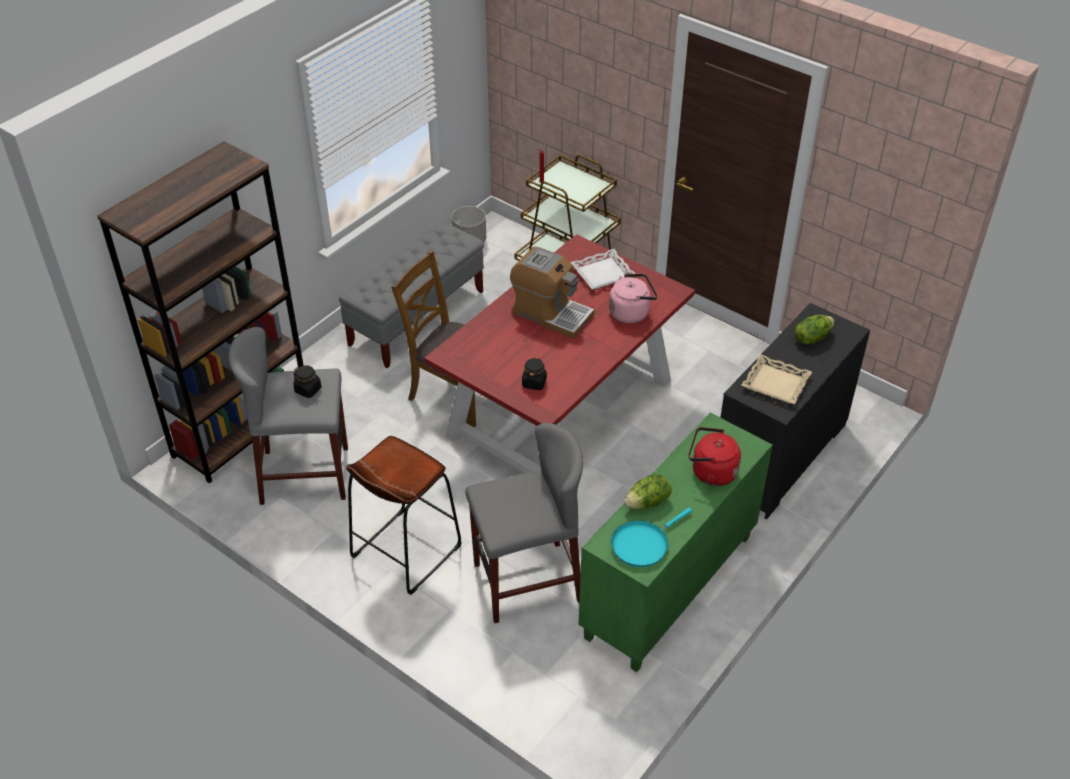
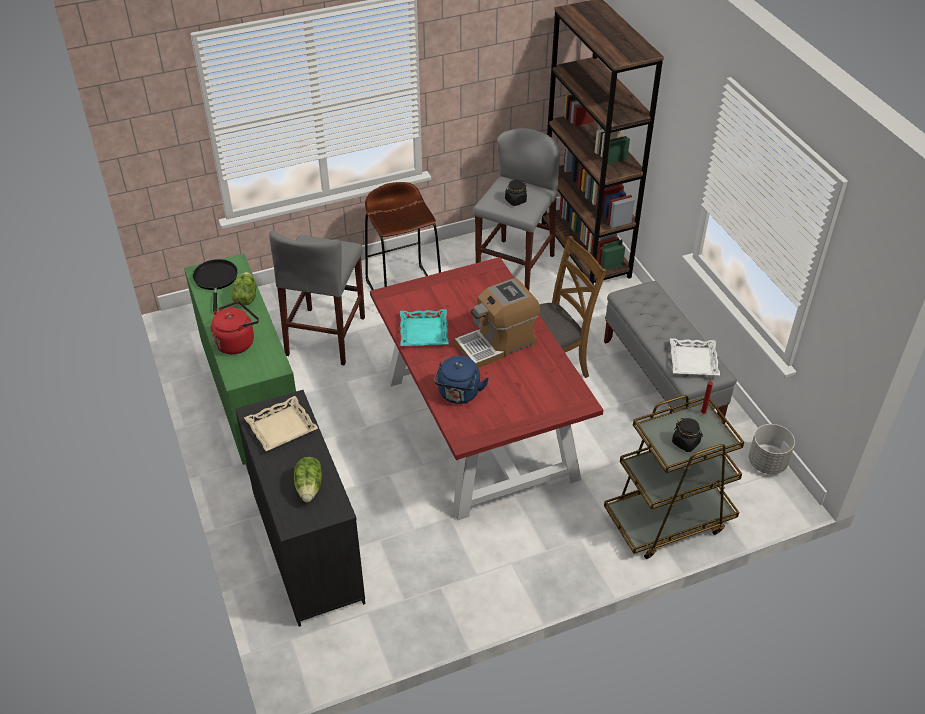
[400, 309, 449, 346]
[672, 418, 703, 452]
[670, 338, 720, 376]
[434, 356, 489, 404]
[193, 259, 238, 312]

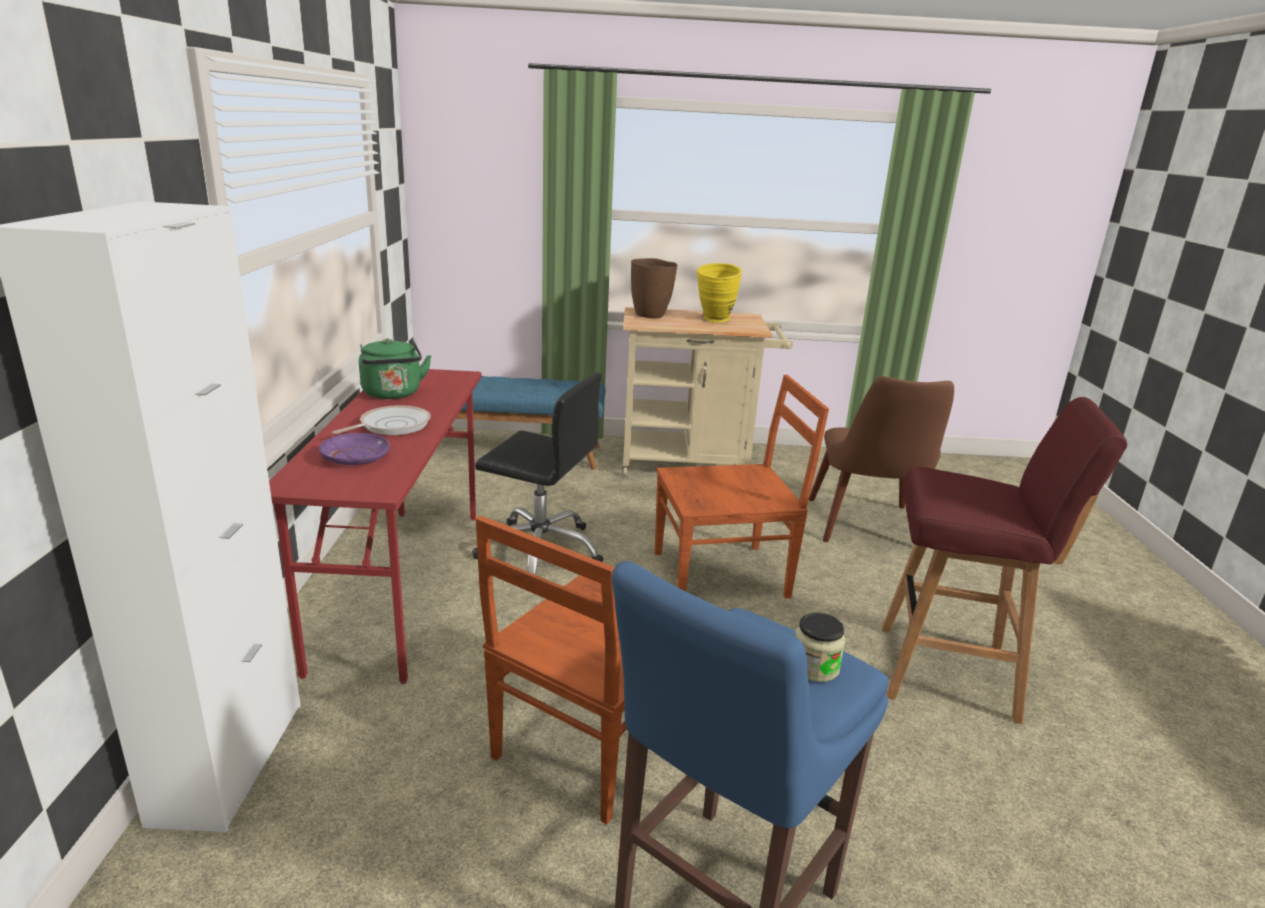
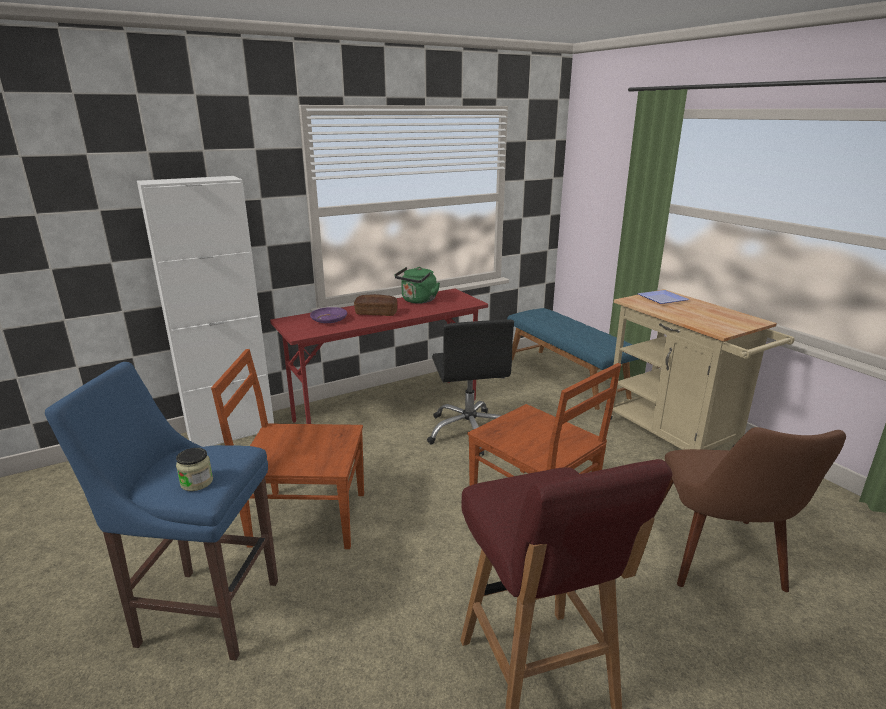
[697, 263, 742, 323] (first image)
[354, 294, 397, 316]
[637, 290, 689, 304]
[654, 427, 846, 592]

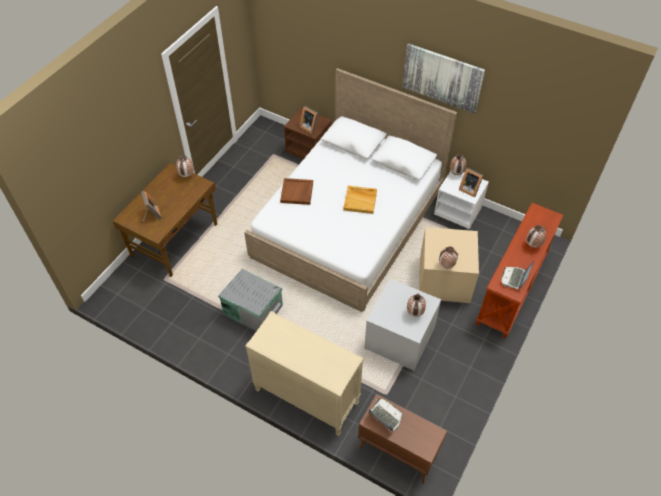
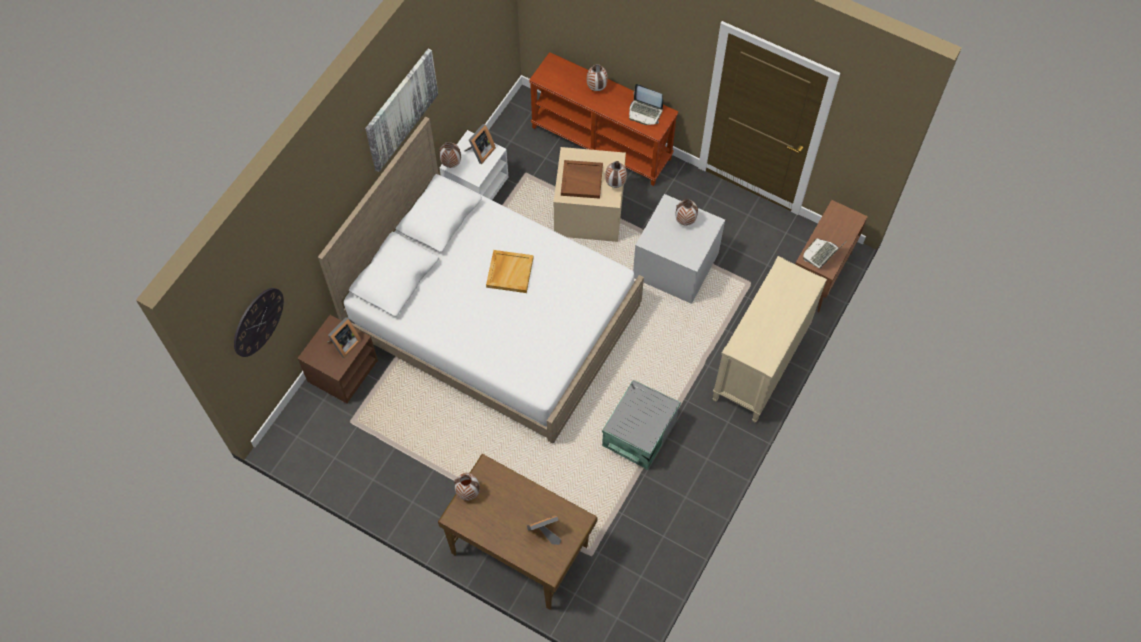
[234, 288, 284, 357]
[561, 160, 603, 199]

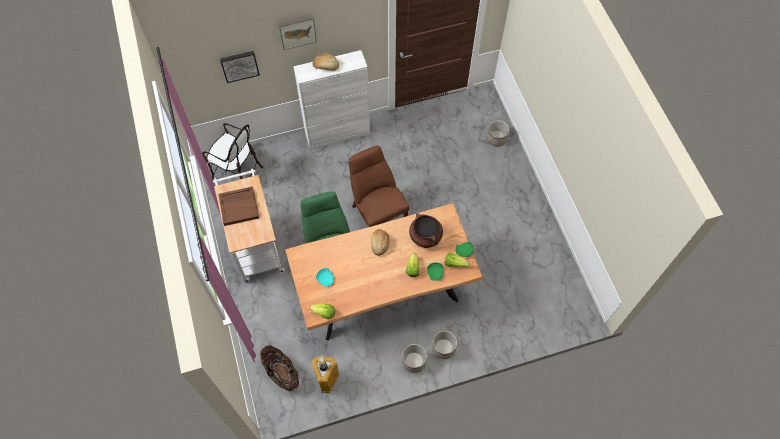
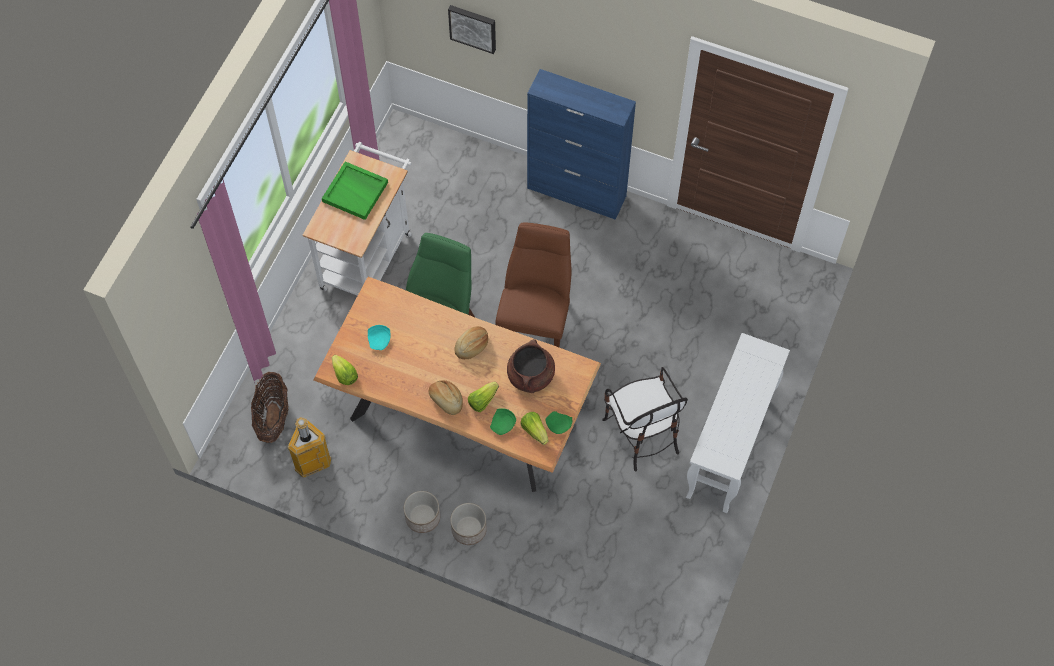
[279, 16, 317, 50] (first image)
[487, 120, 509, 146] (first image)
[686, 333, 790, 513]
[602, 367, 688, 471]
[429, 380, 463, 415]
[322, 162, 388, 220]
[527, 69, 636, 220]

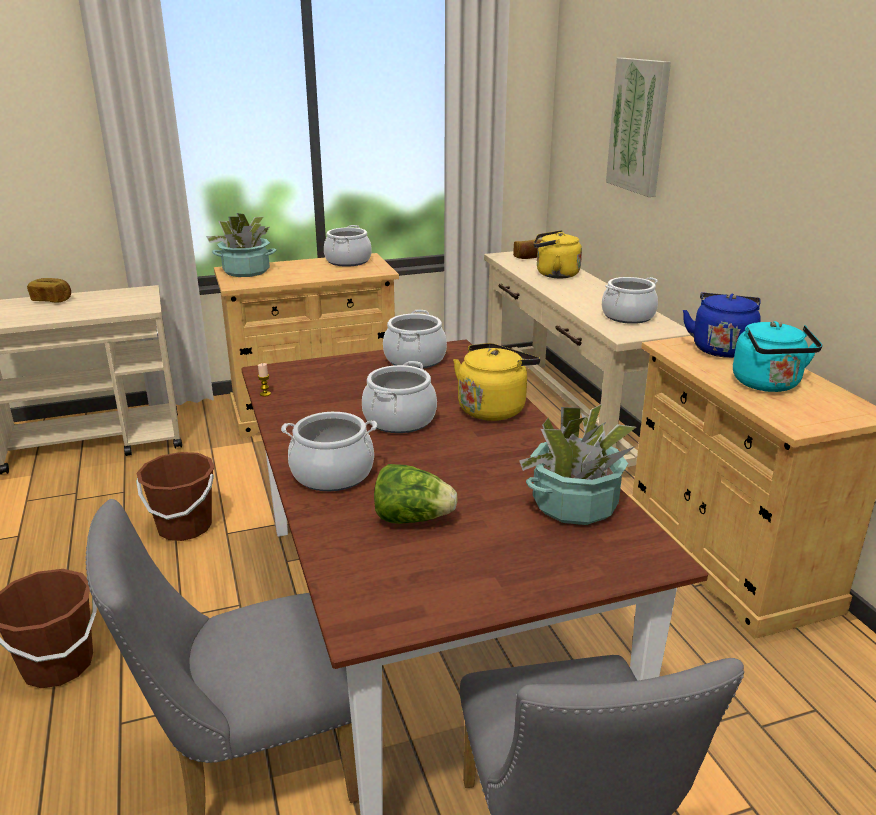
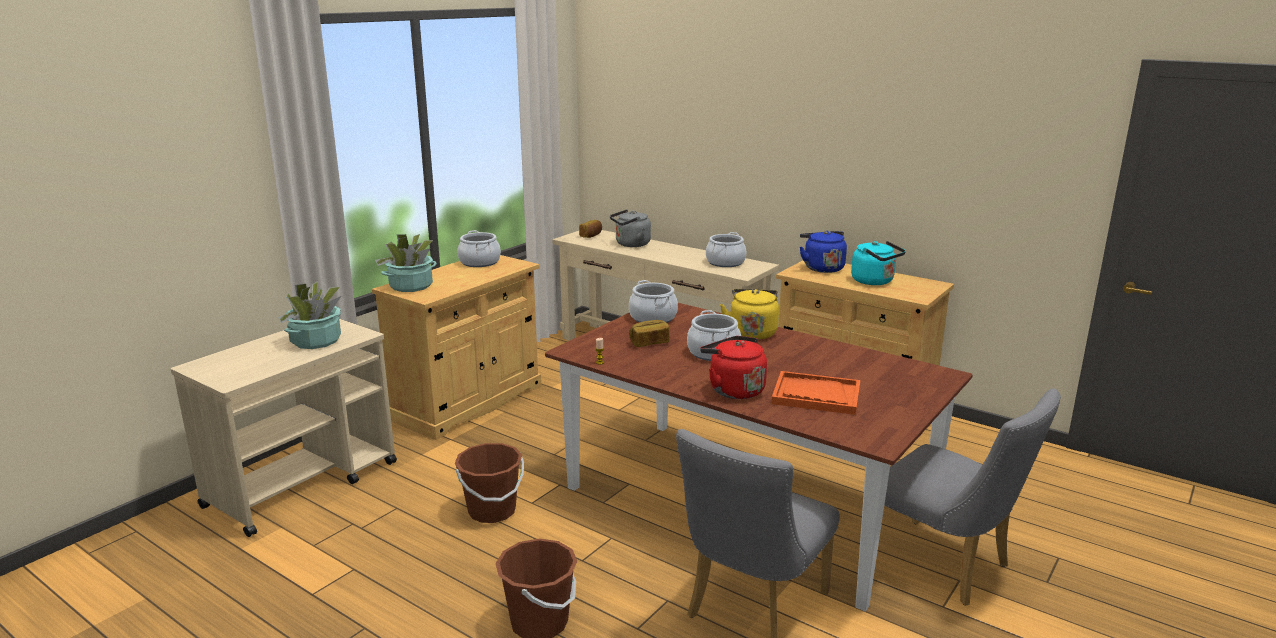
[606, 58, 671, 197] (first image)
[629, 320, 669, 347]
[278, 281, 341, 349]
[700, 336, 767, 399]
[771, 371, 860, 415]
[610, 210, 651, 247]

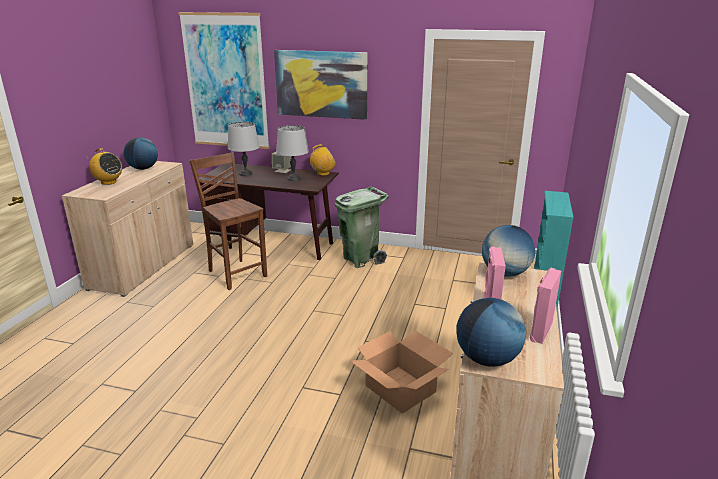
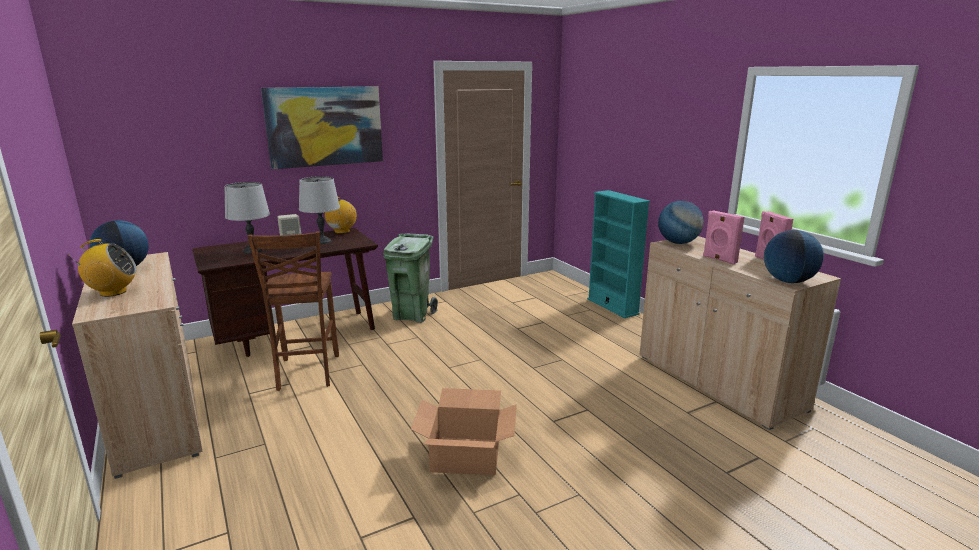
[178, 12, 270, 149] (first image)
[411, 388, 517, 476]
[247, 231, 339, 391]

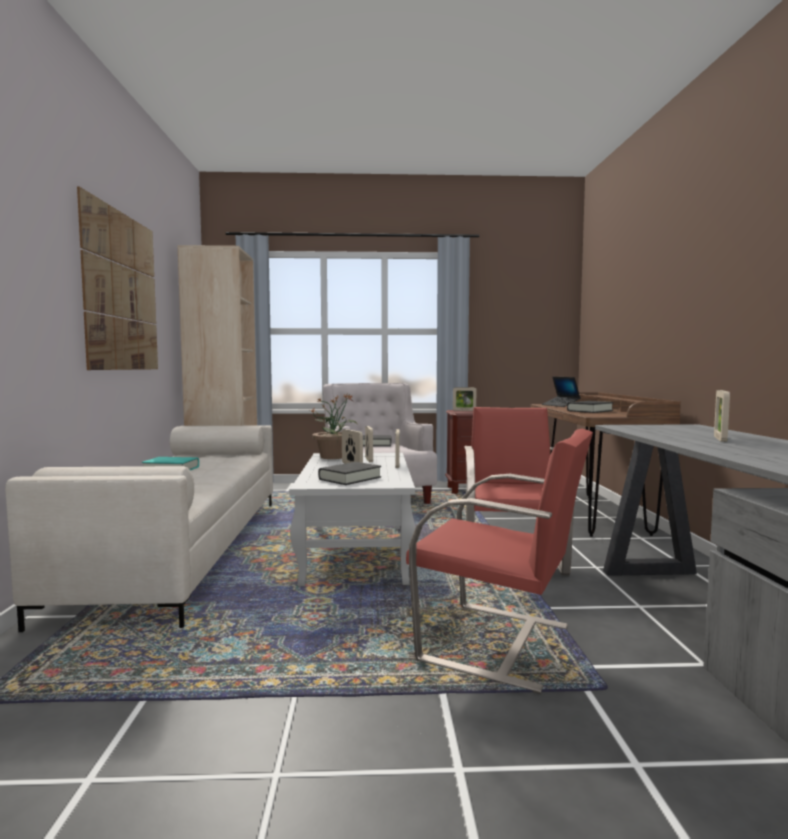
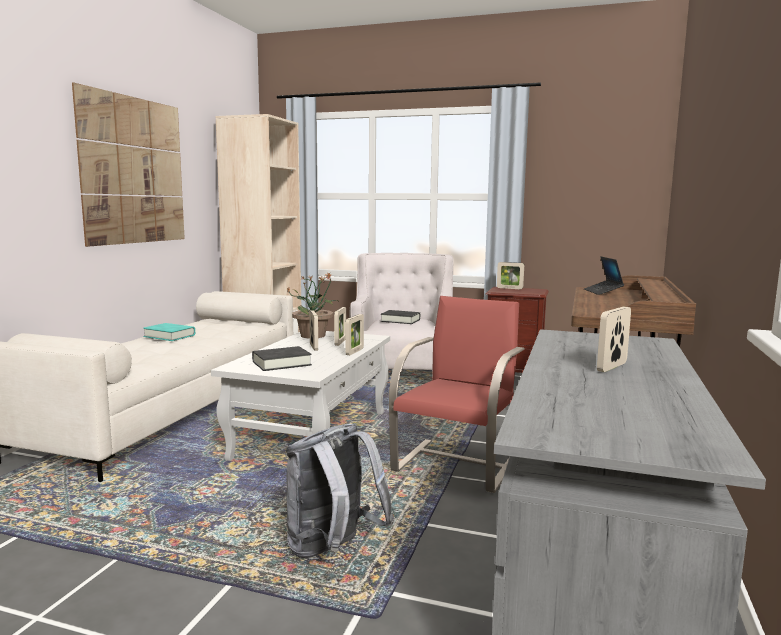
[567, 401, 614, 413] (first image)
[286, 424, 395, 558]

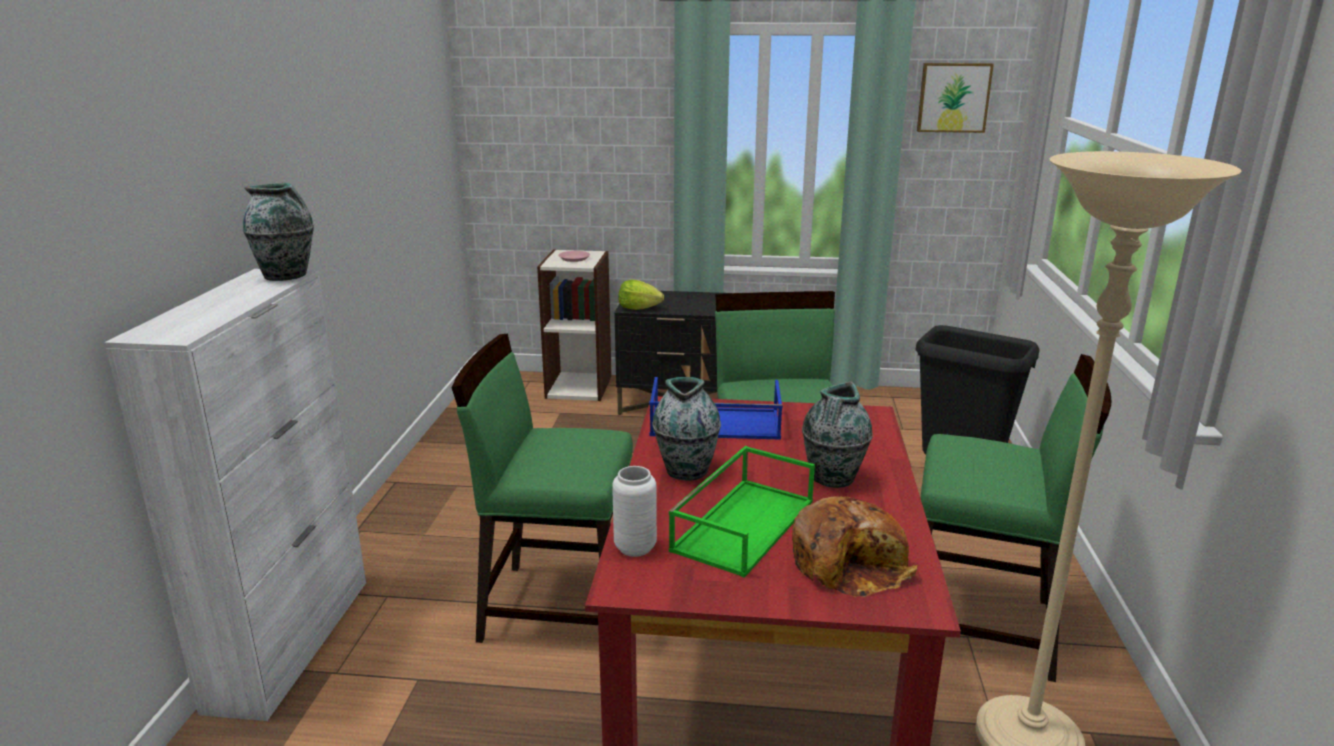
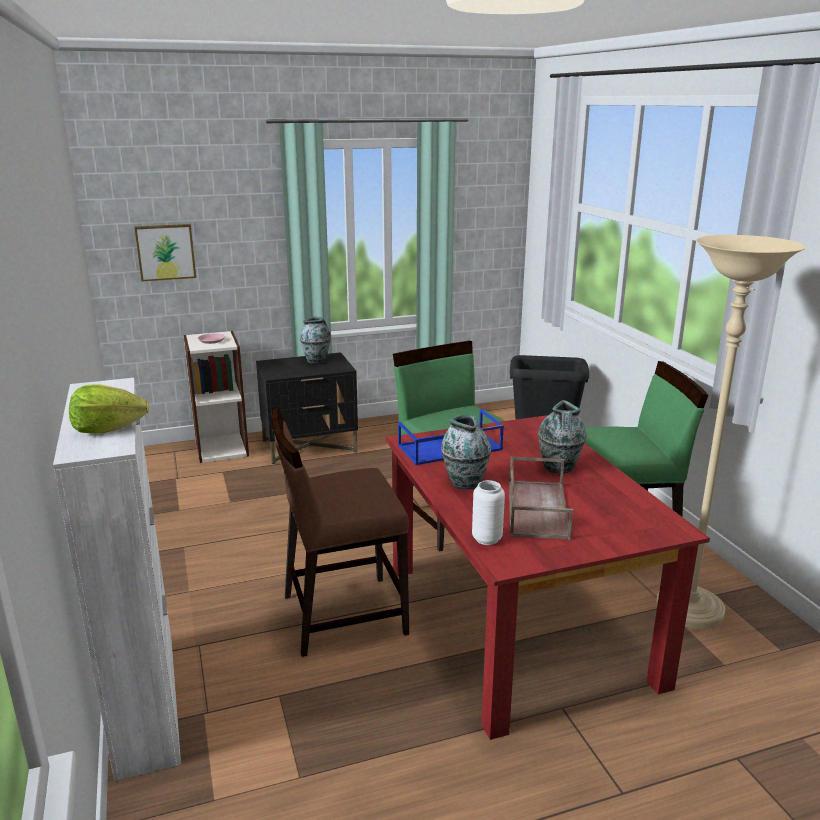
[792, 496, 919, 598] (first image)
[300, 317, 331, 364]
[69, 384, 149, 433]
[134, 224, 196, 281]
[272, 407, 409, 657]
[509, 456, 573, 540]

